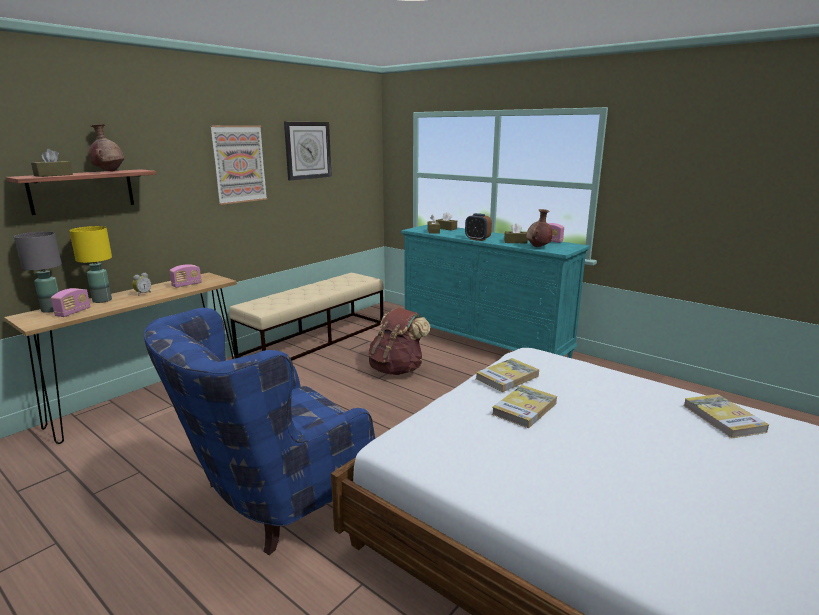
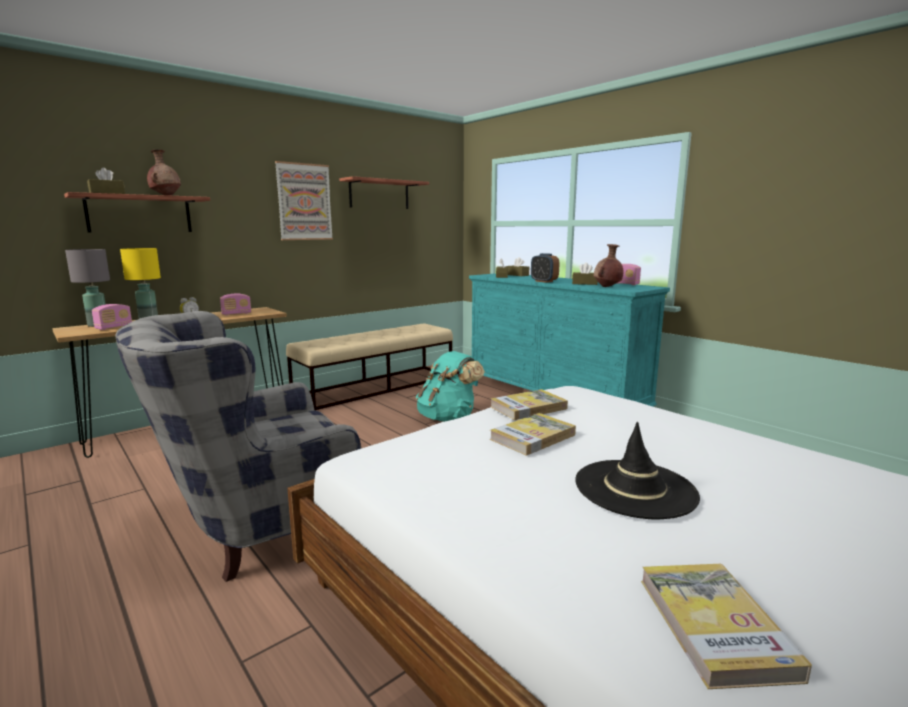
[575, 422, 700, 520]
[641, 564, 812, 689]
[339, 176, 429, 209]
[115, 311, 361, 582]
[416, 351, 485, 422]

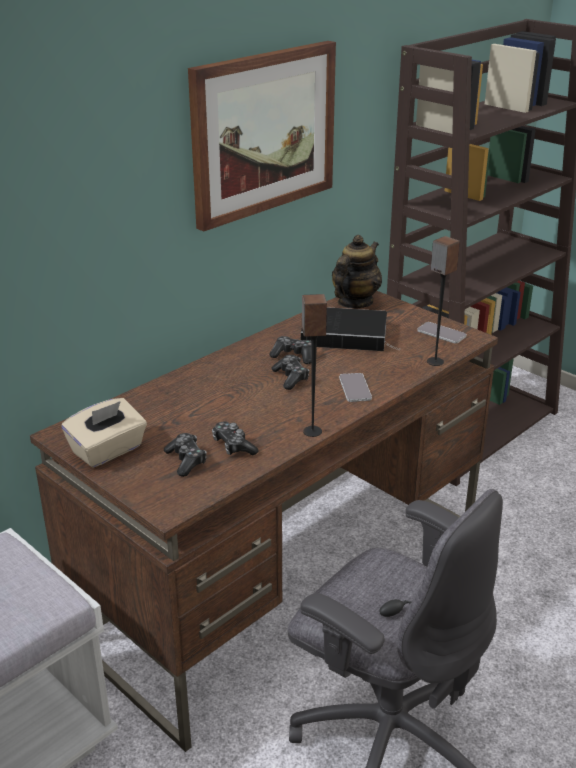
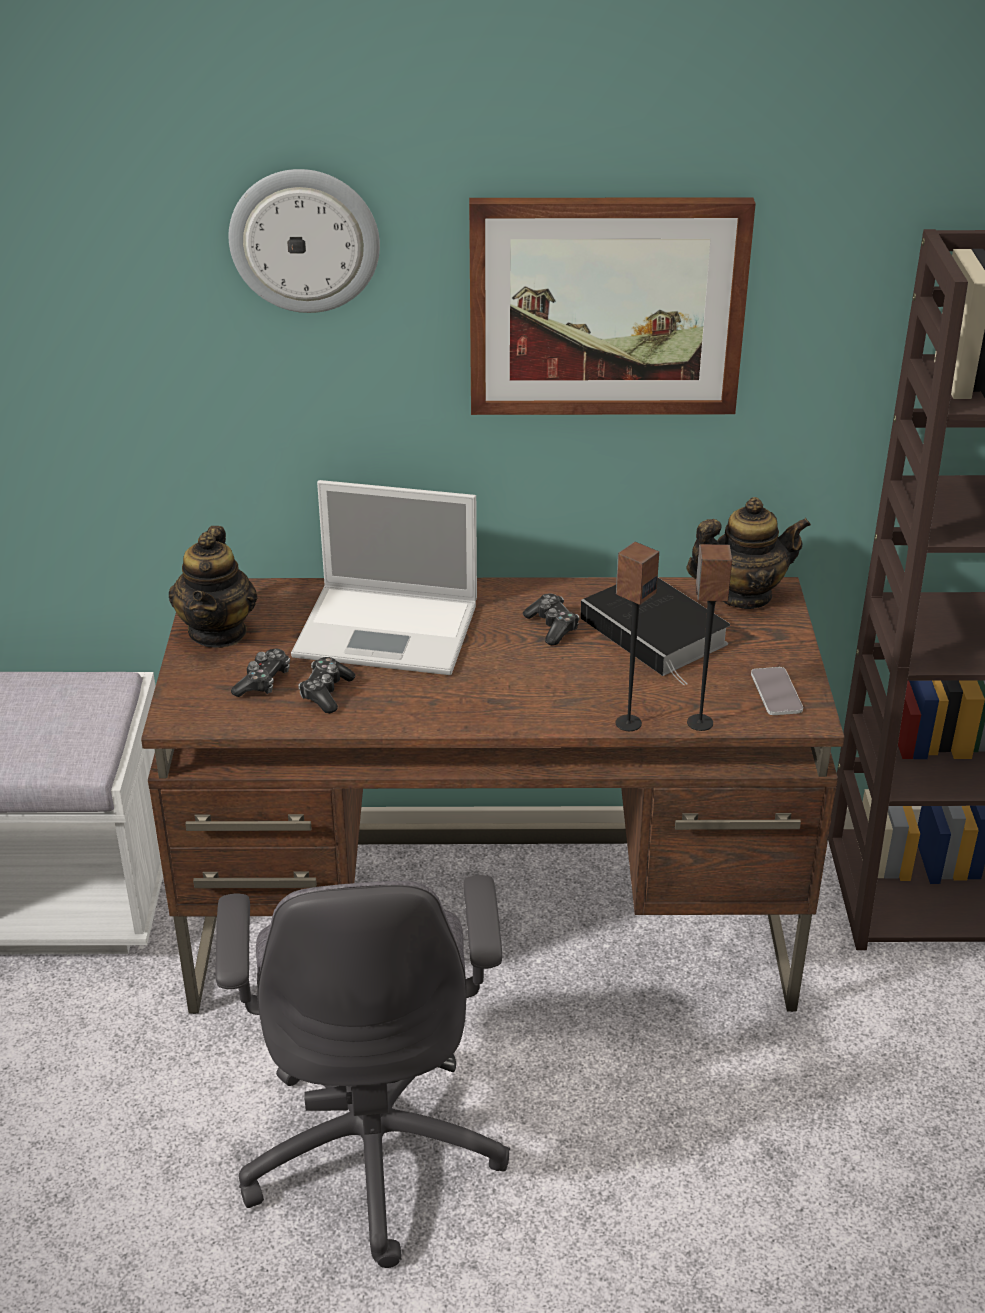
[271, 355, 309, 390] (first image)
[339, 373, 372, 402] (first image)
[229, 169, 380, 313]
[291, 480, 477, 675]
[616, 542, 659, 731]
[169, 526, 257, 648]

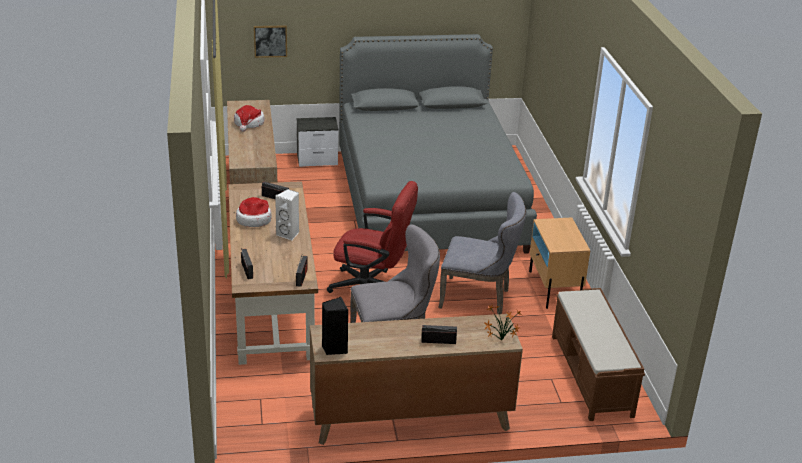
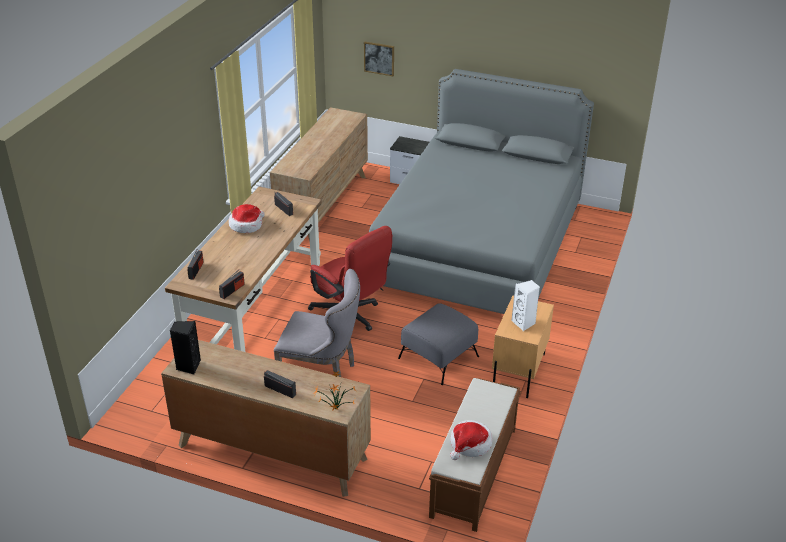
[450, 420, 492, 460]
[511, 280, 540, 331]
[398, 303, 479, 385]

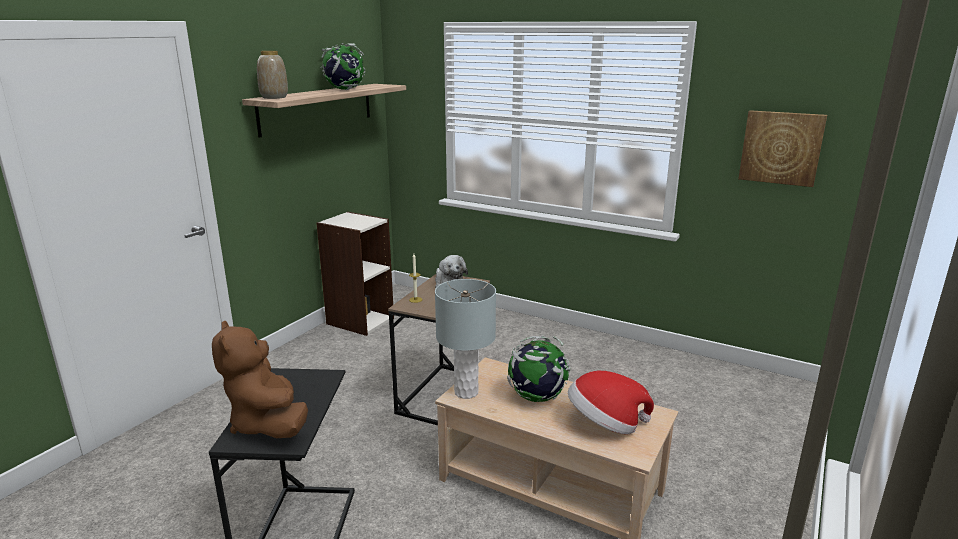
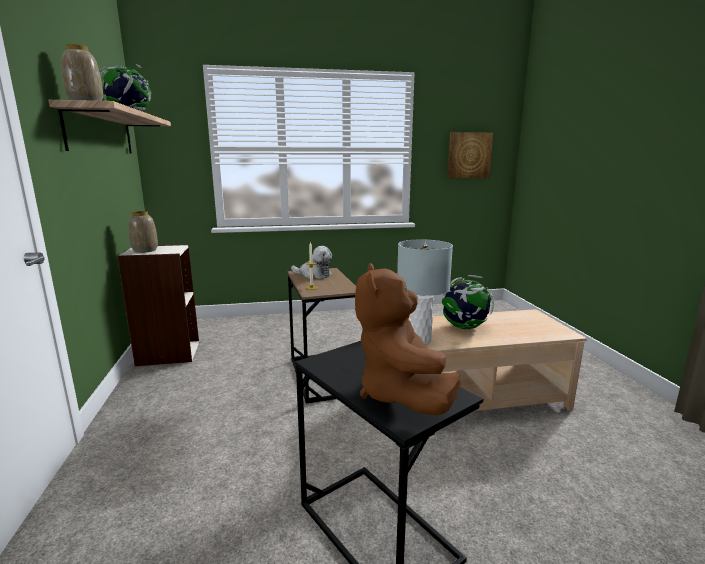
[568, 371, 654, 434] (first image)
[129, 211, 158, 253]
[355, 263, 461, 415]

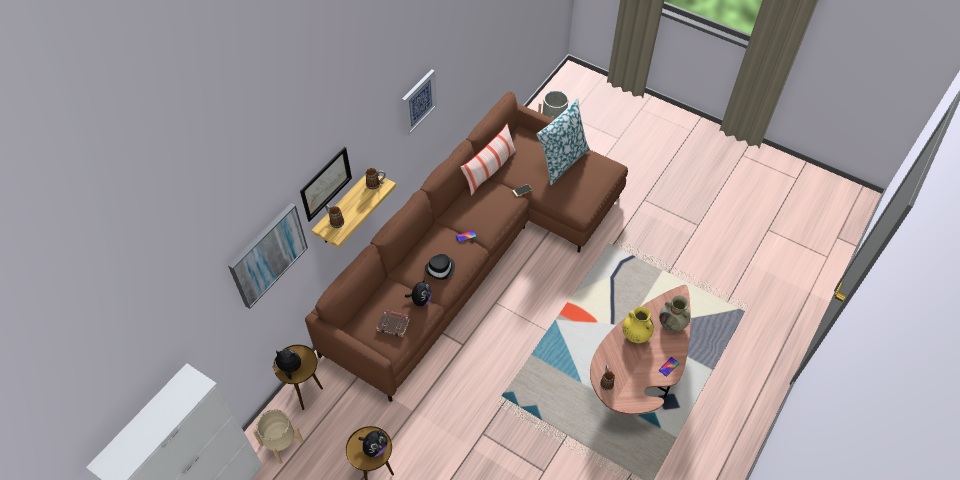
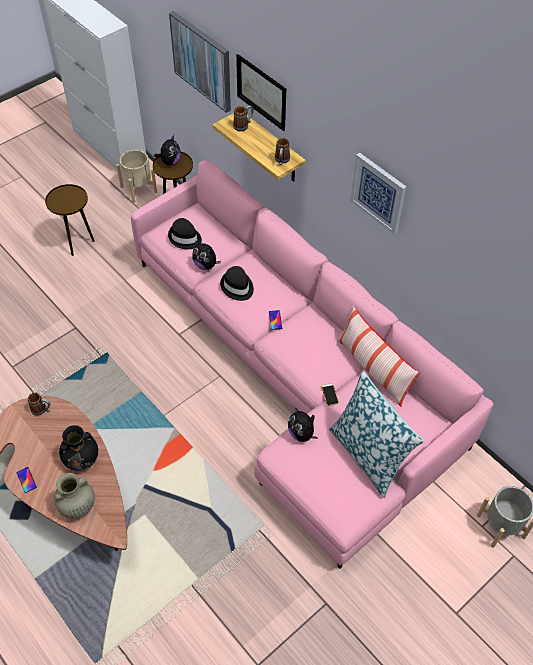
[288, 408, 318, 442]
[168, 218, 202, 249]
[131, 160, 494, 569]
[59, 425, 98, 471]

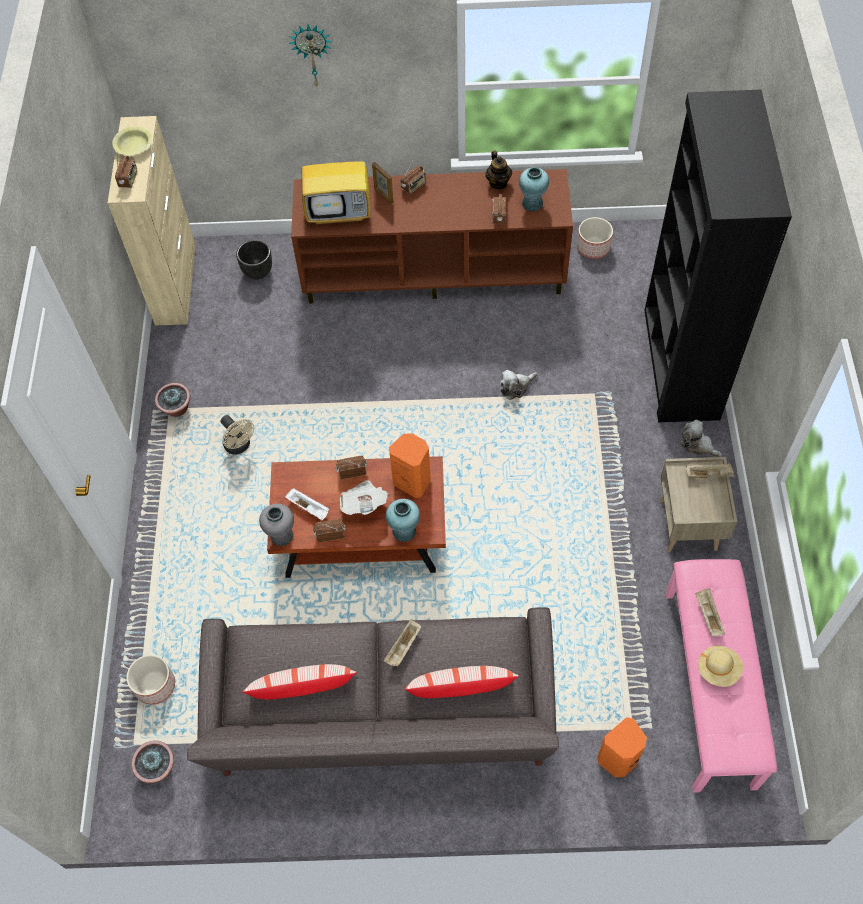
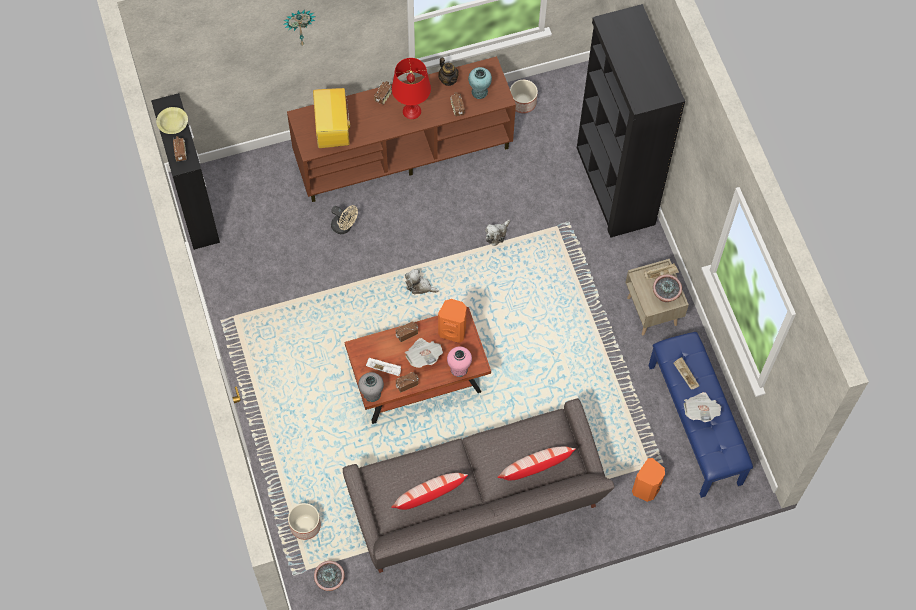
[236, 240, 272, 280] (first image)
[372, 162, 394, 204] (first image)
[384, 619, 422, 667] (first image)
[392, 58, 431, 119]
[653, 274, 682, 302]
[331, 205, 358, 234]
[405, 269, 439, 294]
[684, 392, 721, 422]
[151, 93, 220, 250]
[447, 346, 472, 377]
[649, 332, 753, 498]
[313, 88, 350, 148]

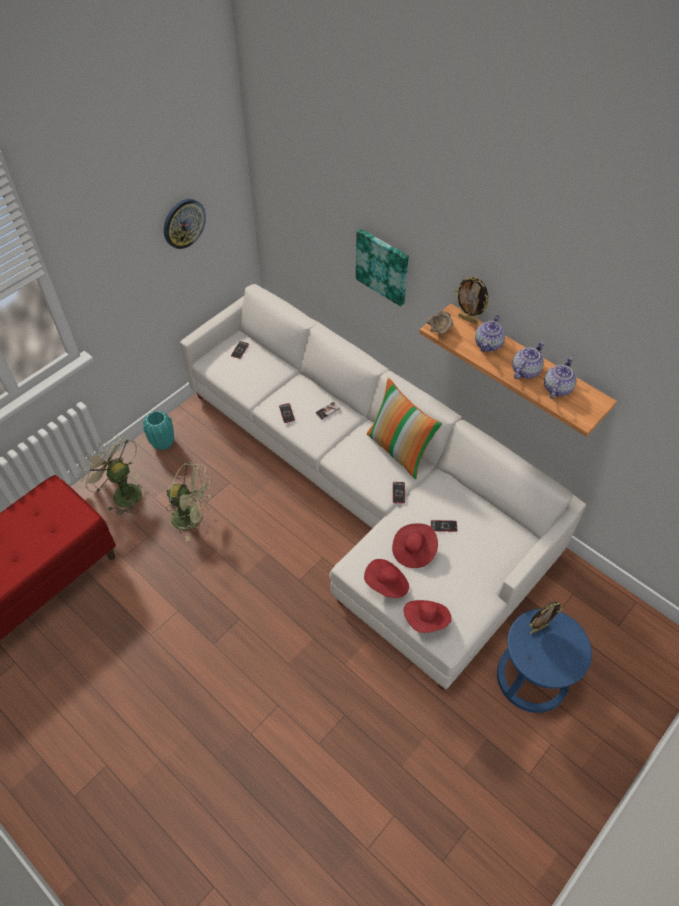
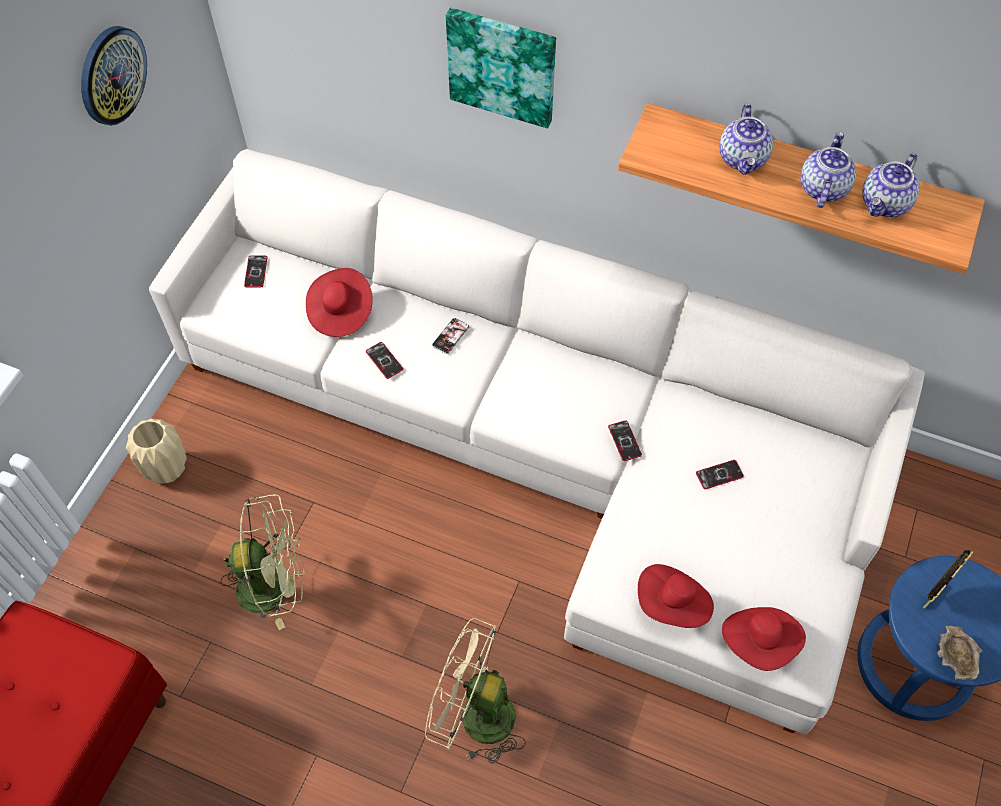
[367, 378, 442, 479] (first image)
[455, 276, 490, 324] (first image)
[425, 618, 526, 764]
[306, 268, 373, 337]
[937, 625, 982, 680]
[126, 419, 187, 484]
[862, 153, 920, 217]

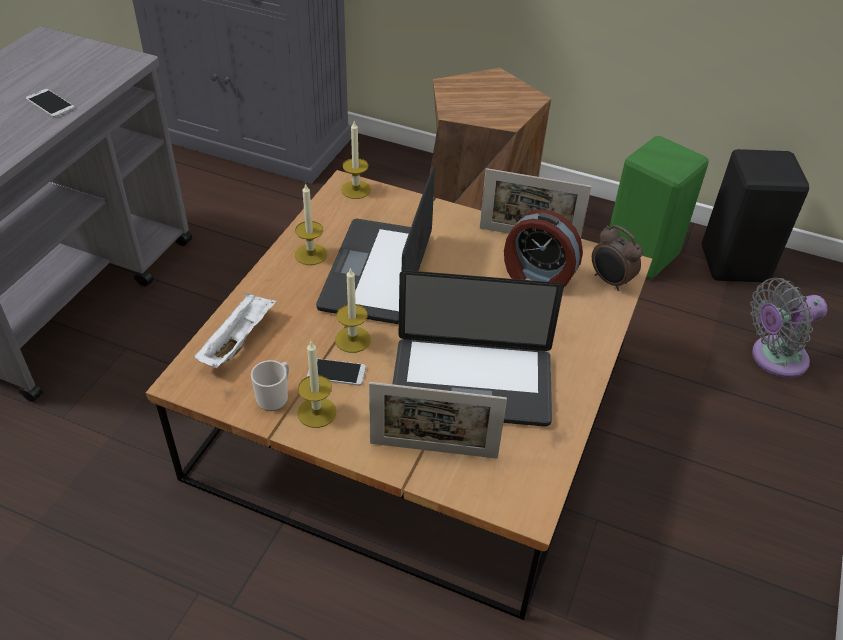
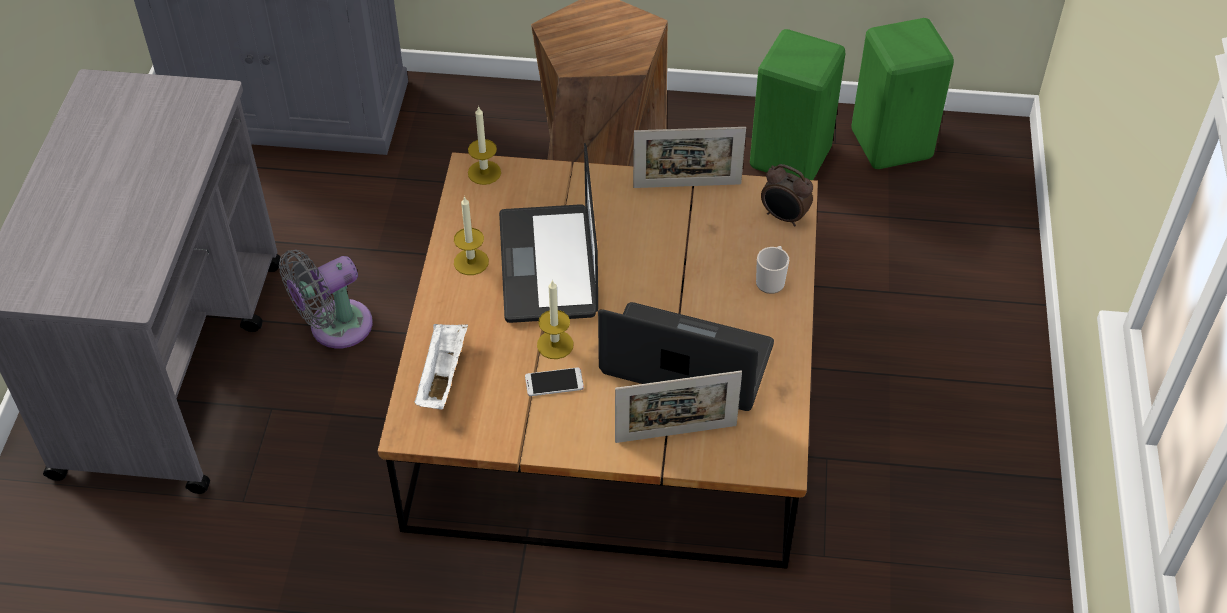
[26, 89, 75, 118] (first image)
[298, 340, 337, 428] (first image)
[504, 209, 583, 287] (first image)
[756, 246, 789, 294]
[279, 250, 373, 348]
[851, 18, 954, 169]
[598, 302, 774, 411]

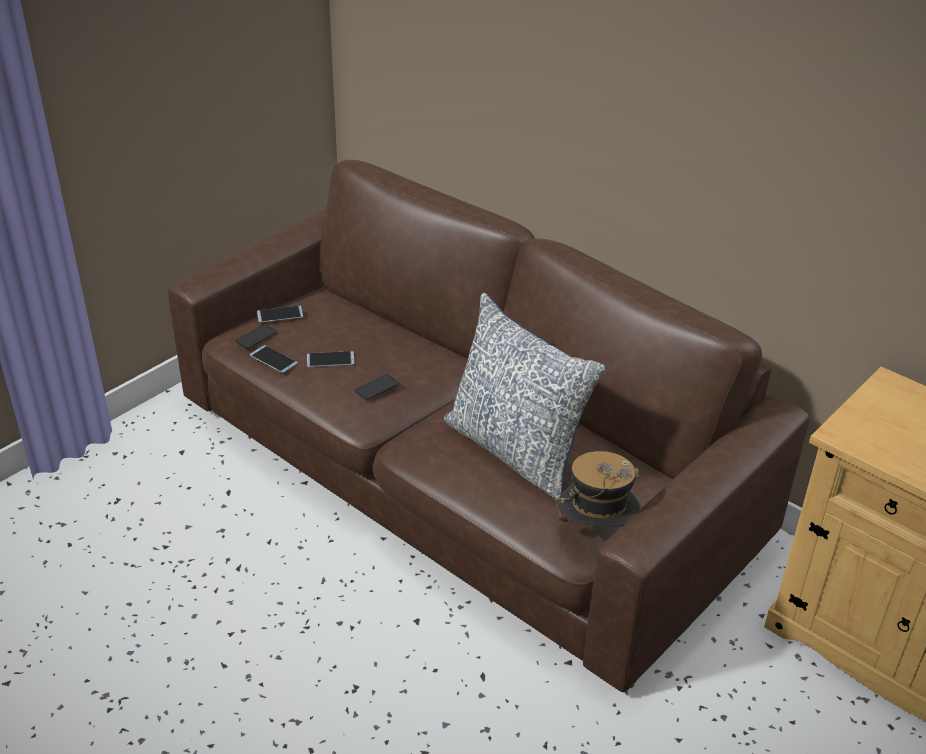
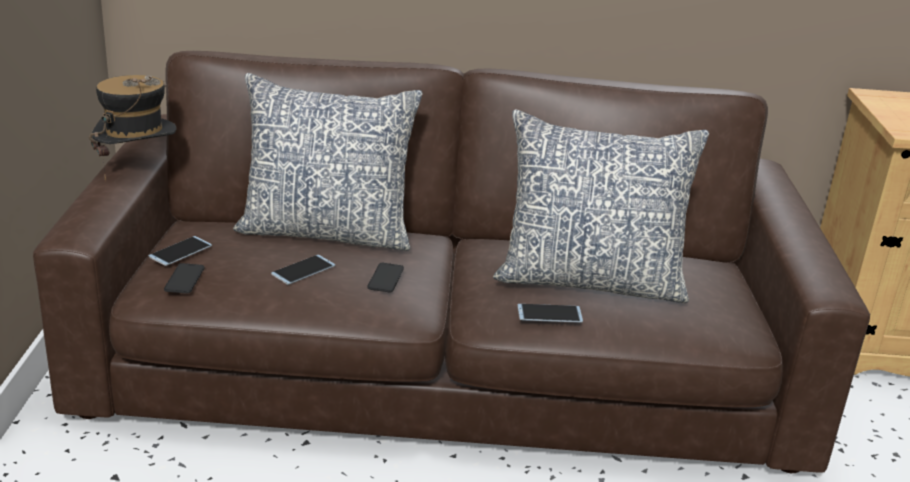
[233, 73, 423, 251]
[517, 304, 583, 323]
[89, 75, 177, 182]

